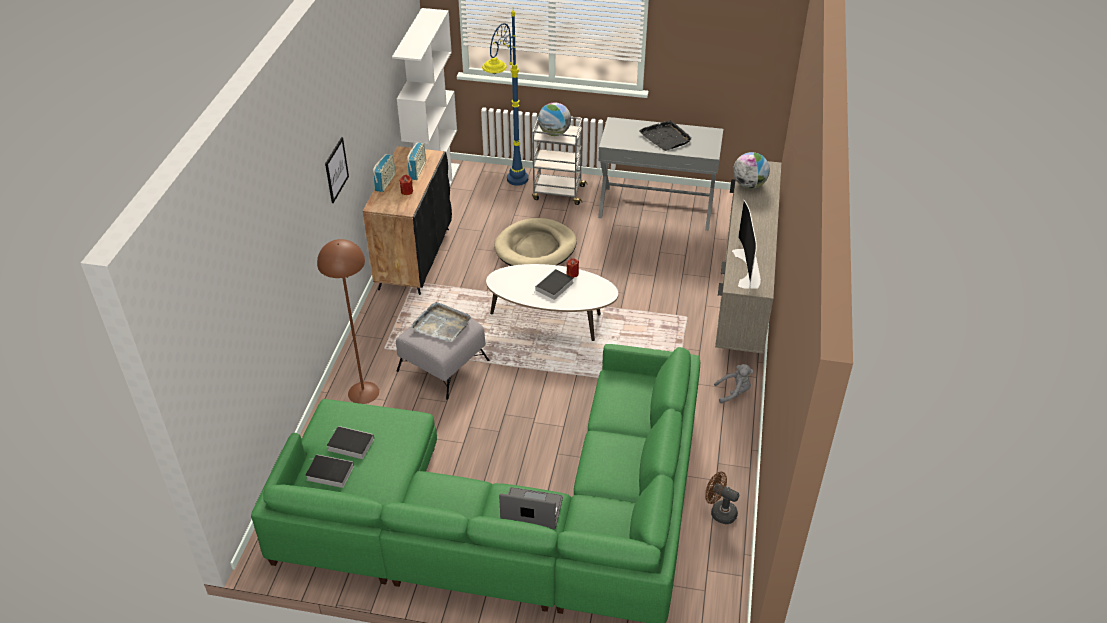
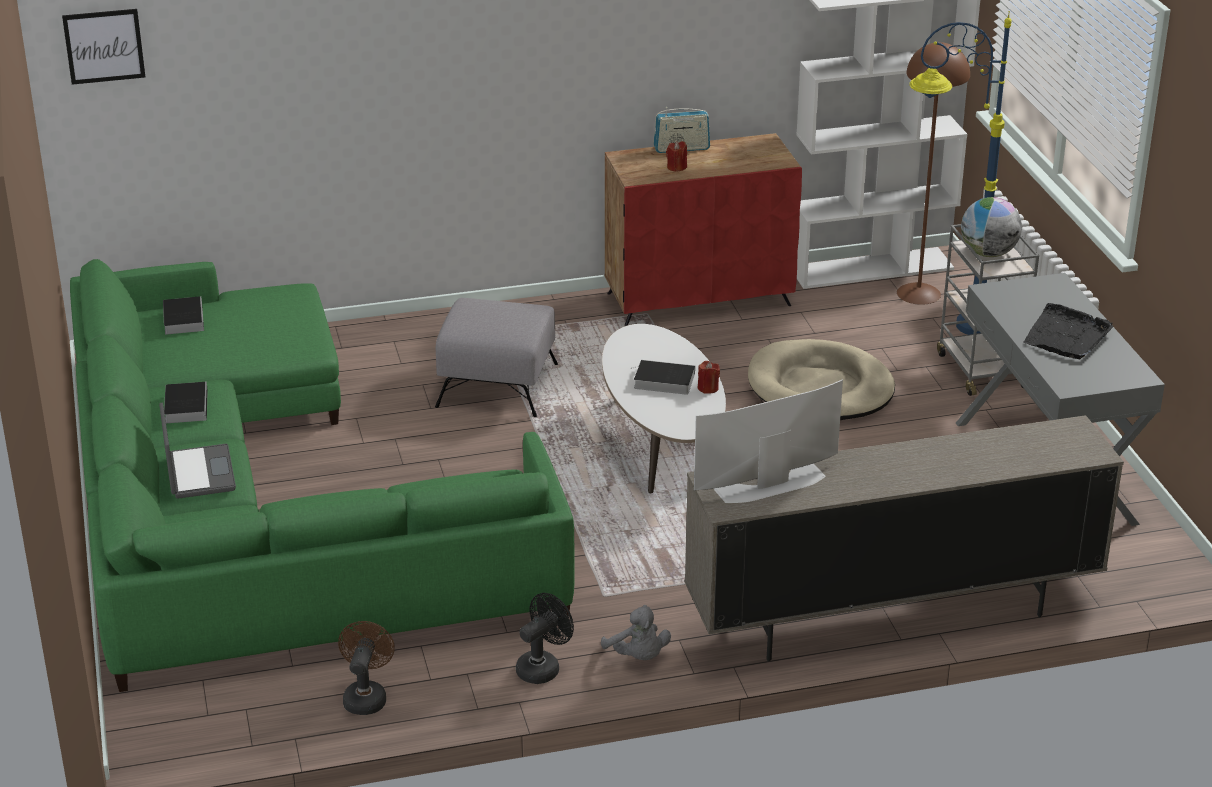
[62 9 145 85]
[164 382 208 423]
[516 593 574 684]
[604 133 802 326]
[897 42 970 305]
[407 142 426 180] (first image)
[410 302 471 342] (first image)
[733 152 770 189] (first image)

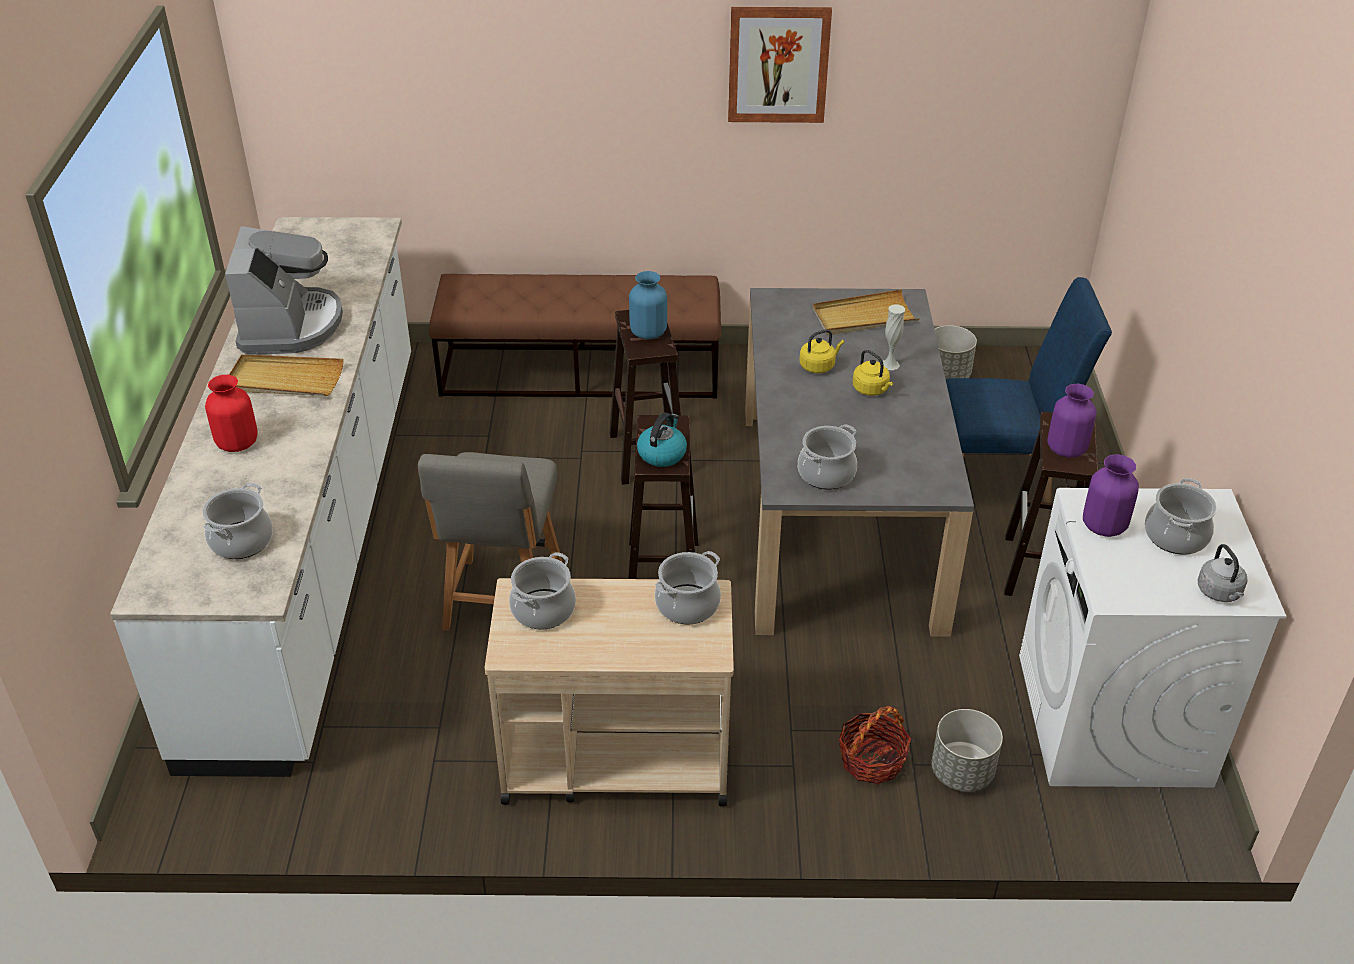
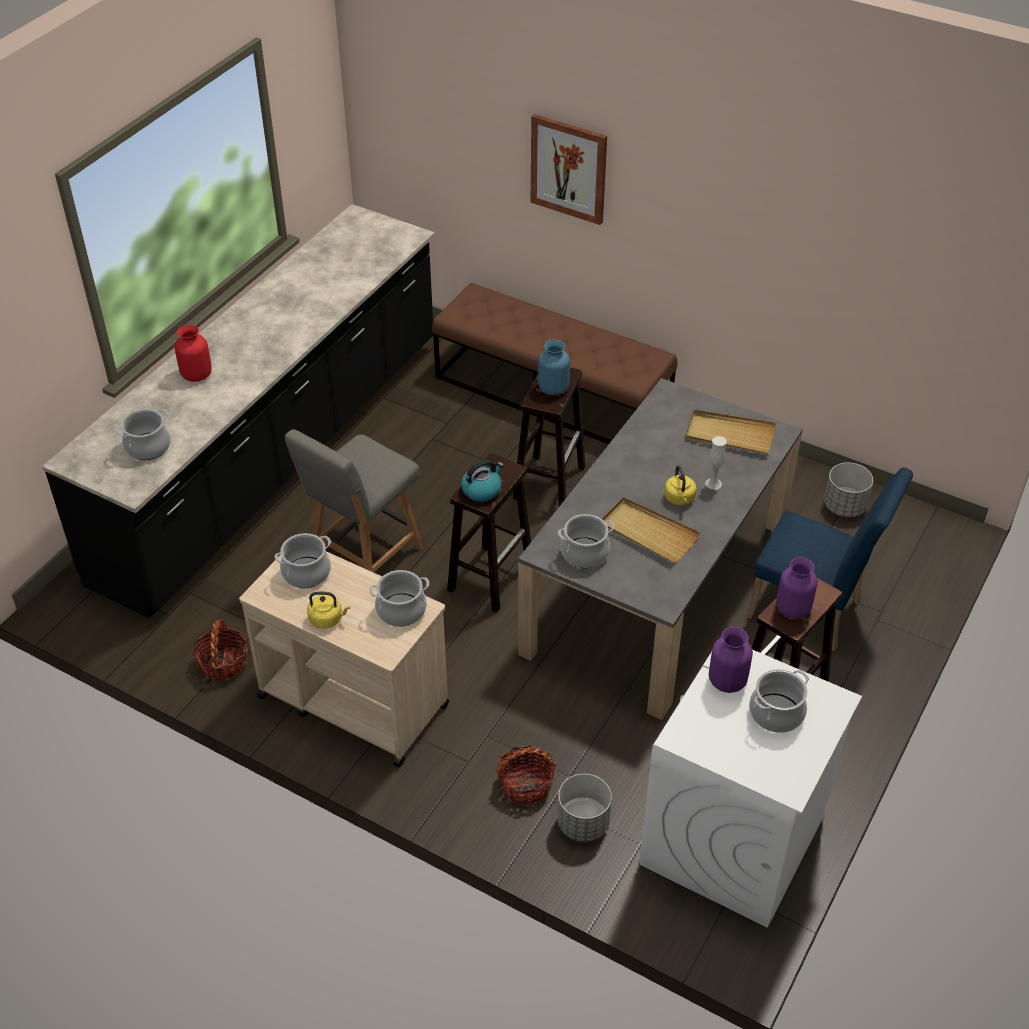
[42 204 435 618]
[193 619 248 681]
[307 592 350 629]
[531 114 607 225]
[602 497 700 563]
[225 226 343 355] (first image)
[1198 544 1247 602] (first image)

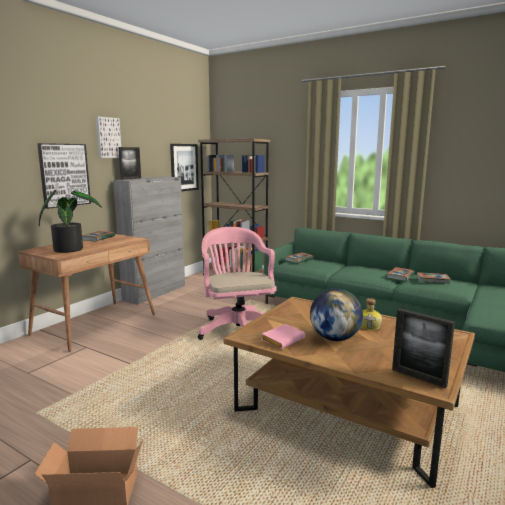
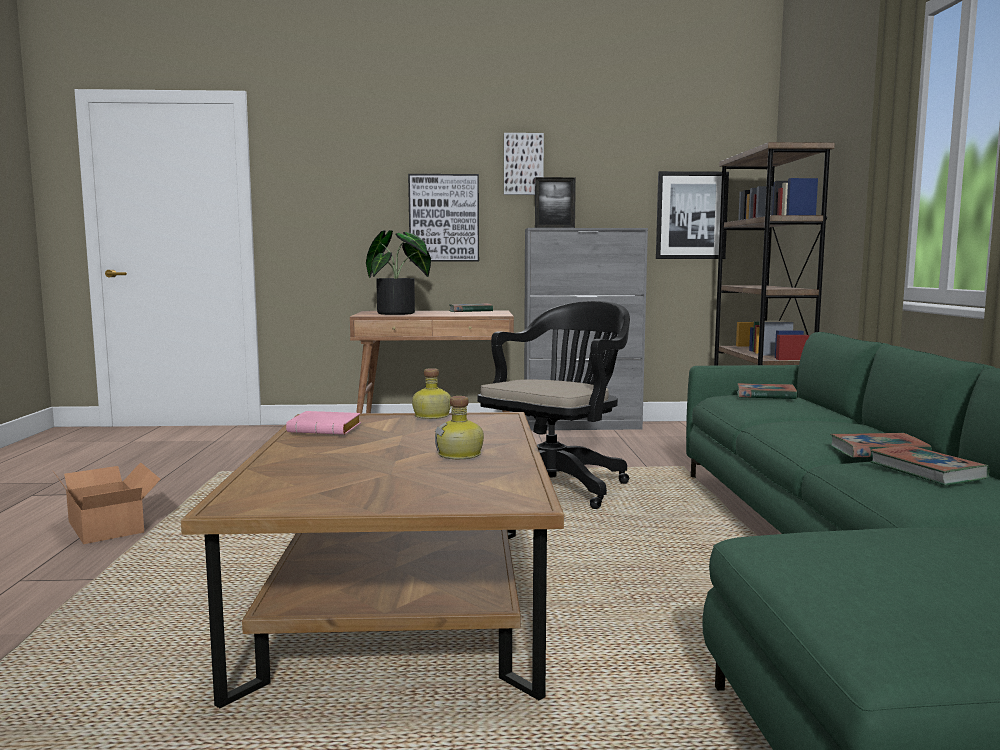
[412 368 451 419]
[477 301 630 509]
[310 289 363 341] (first image)
[392 308 455 388] (first image)

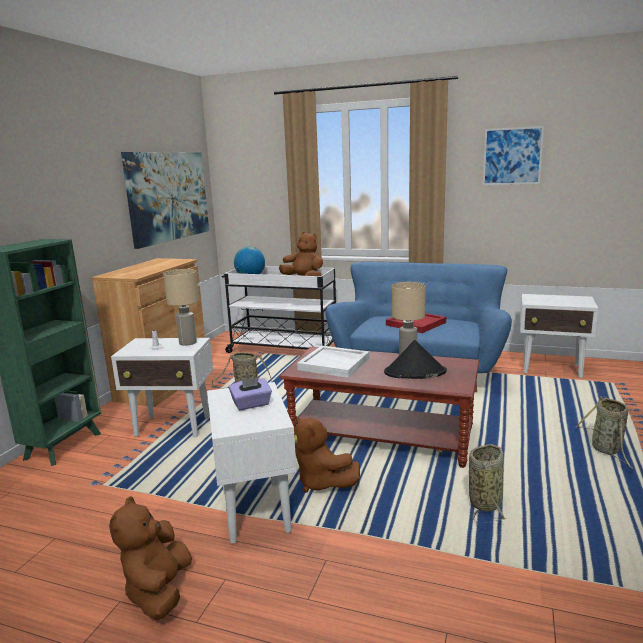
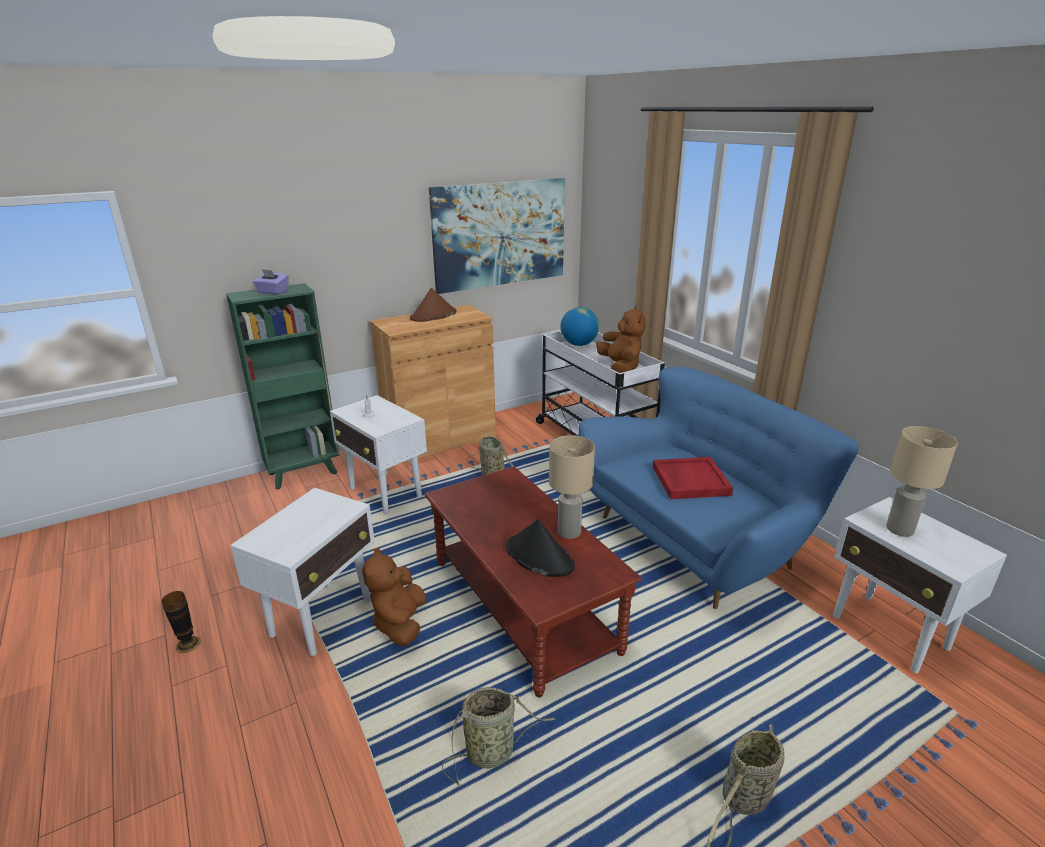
[161 591 201 653]
[253 269 289 295]
[410 288 457 322]
[886 426 958 537]
[297 345 369 378] (first image)
[483 126 544 185] (first image)

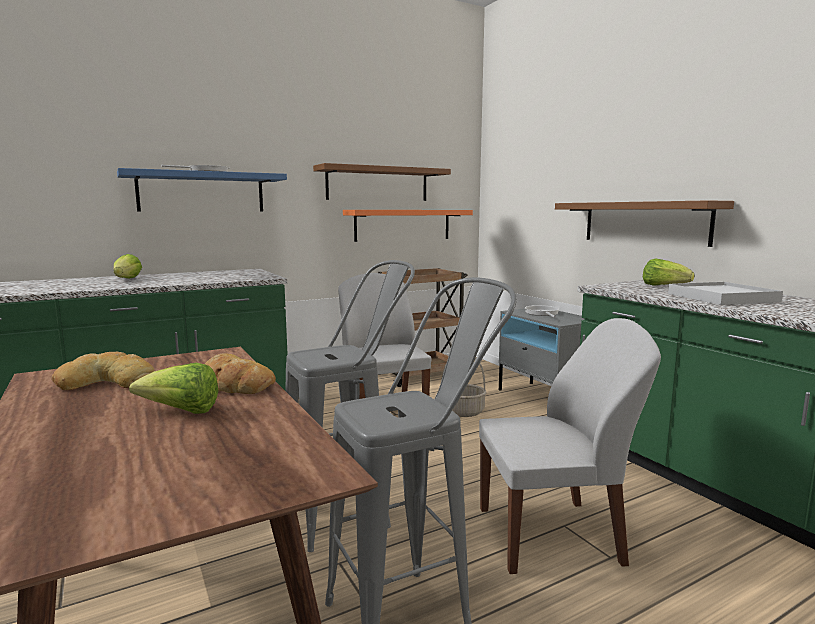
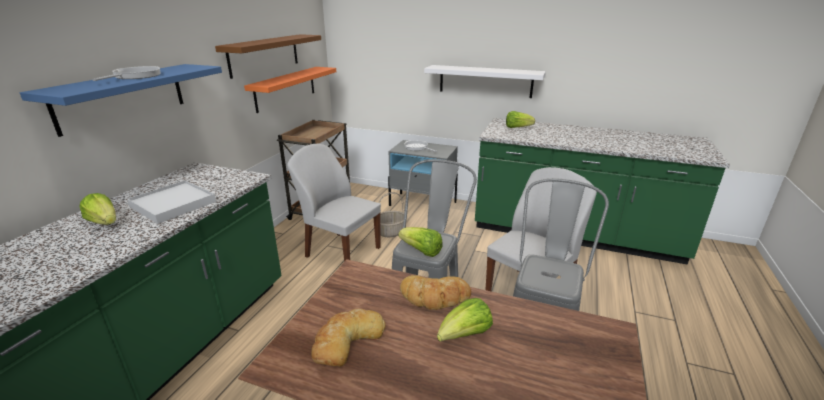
[127 180 216 224]
[399 227 442 257]
[424 65 546 98]

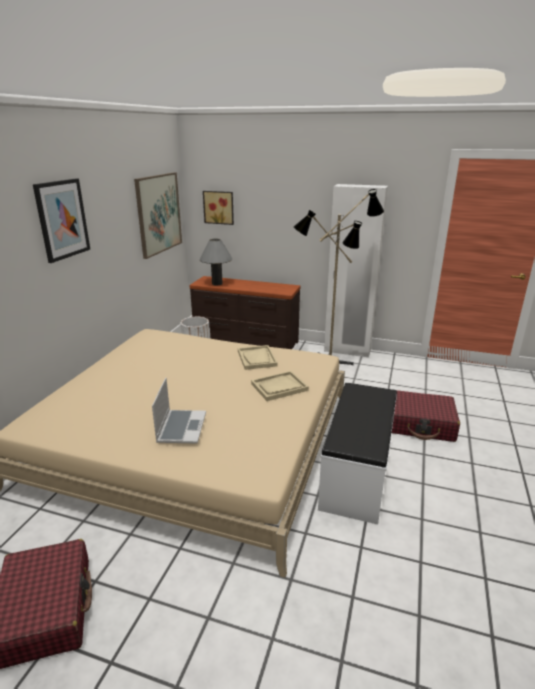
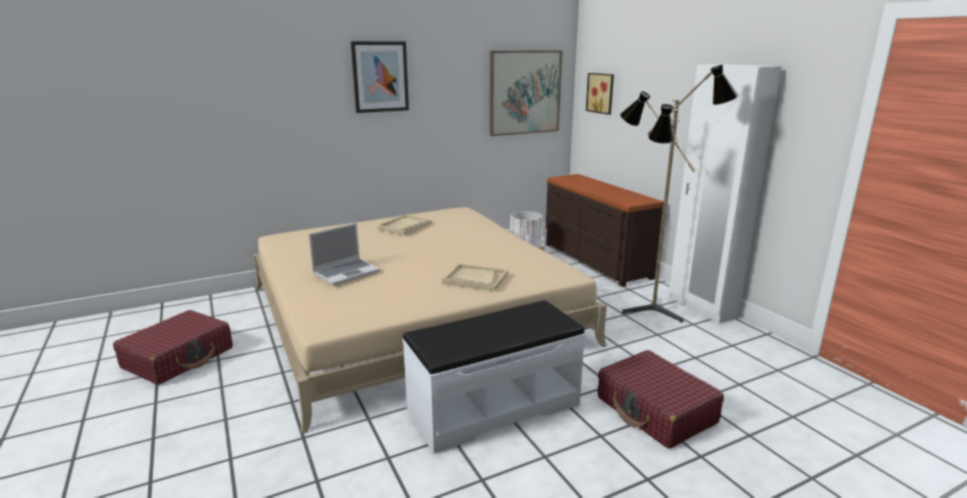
[377 215 431 235]
[200 239 232 285] (first image)

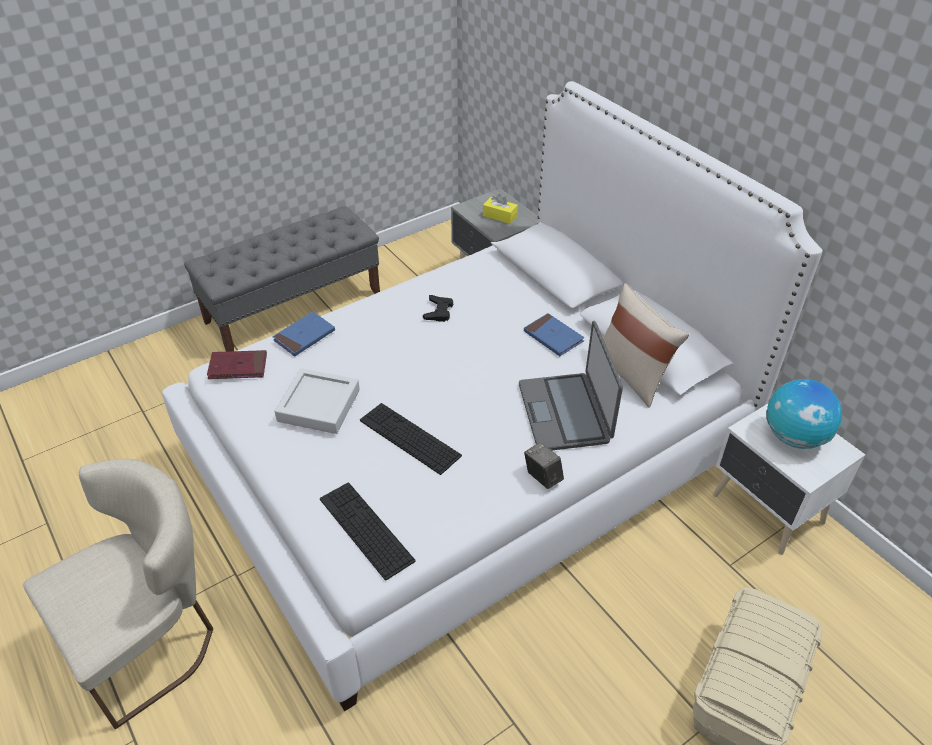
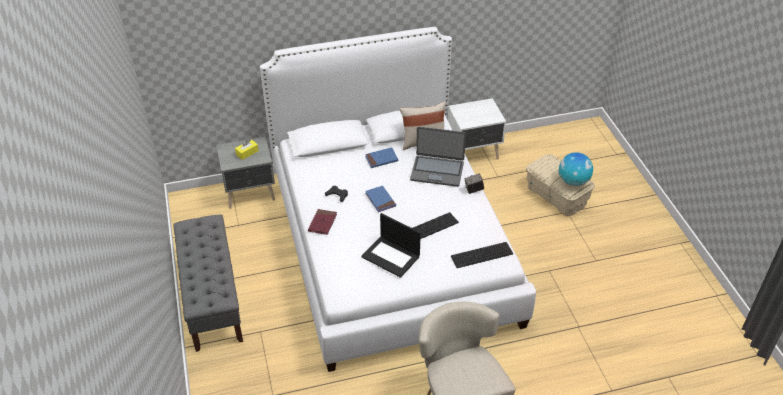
[308 209 337 235]
[361 213 421 278]
[365 186 396 212]
[559 153 593 186]

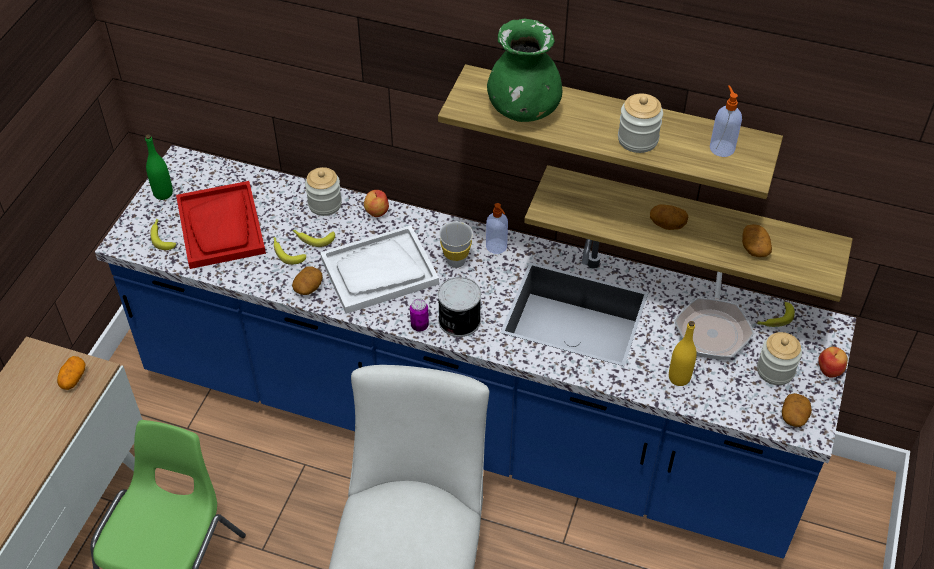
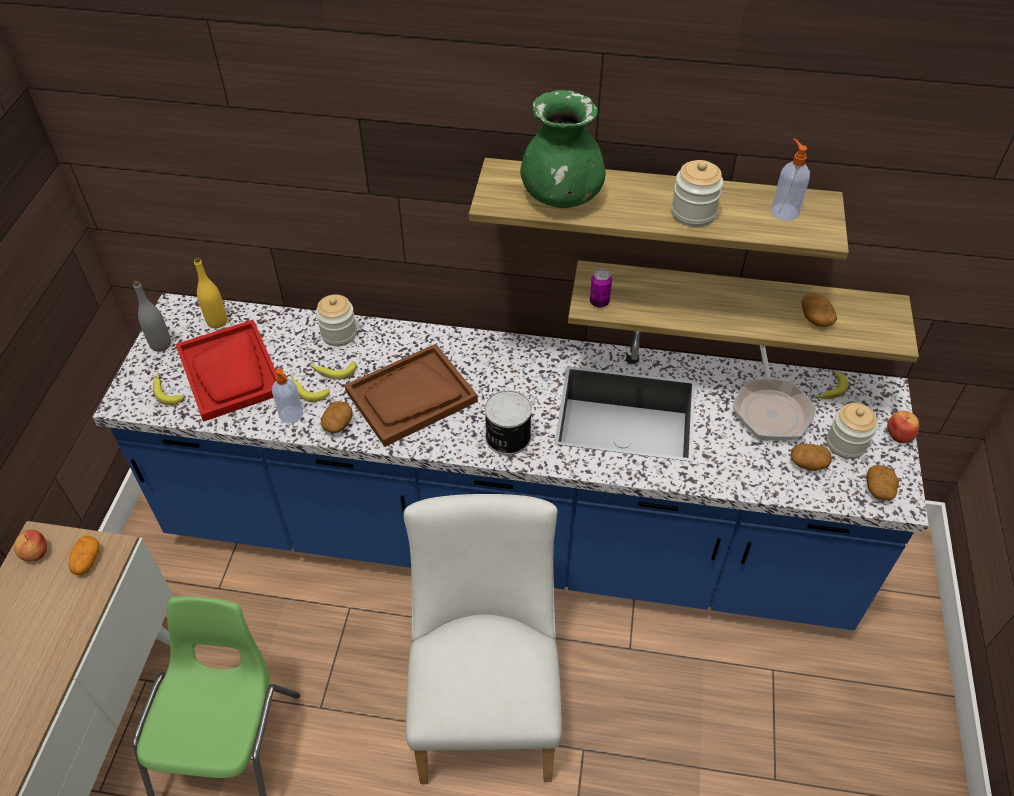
[14 530 47 562]
[133 281 171 352]
[194 258 227 328]
[272 368 303 424]
[345 344 478 447]
[590 269 612 308]
[791 444 831 471]
[439 221 473 268] (first image)

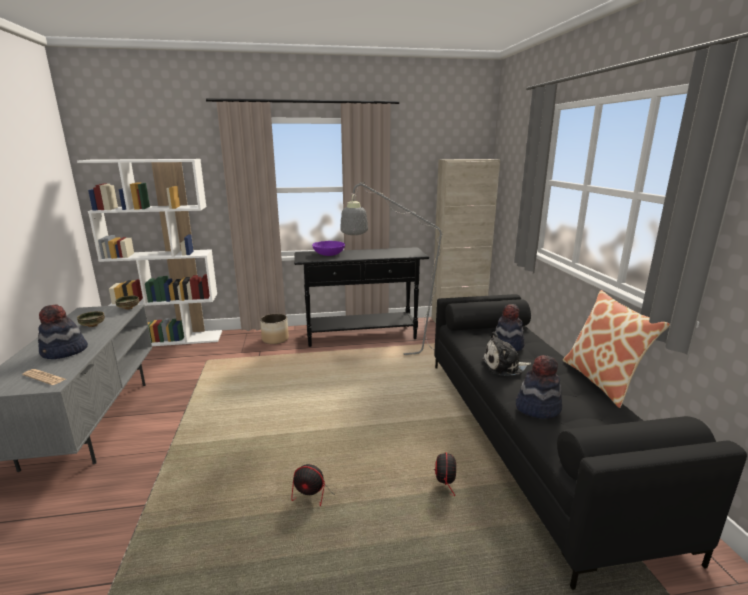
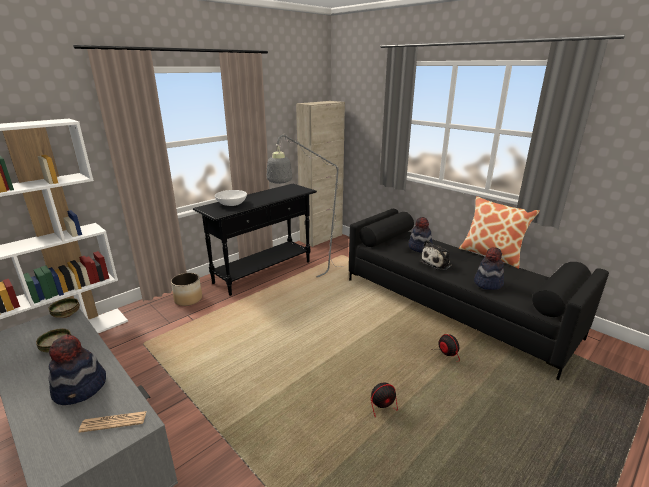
[215 190 247 206]

